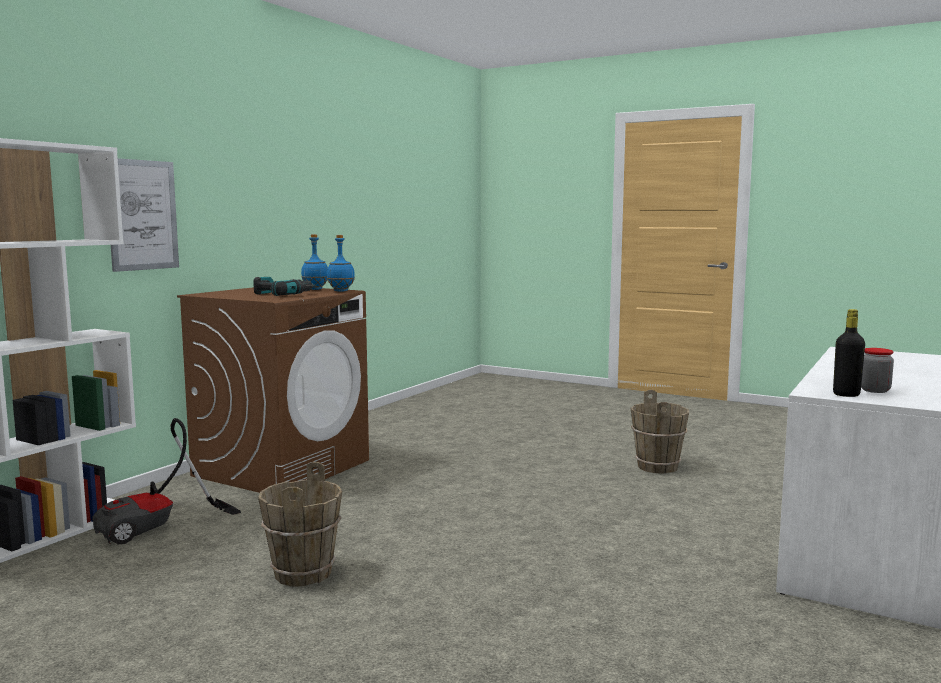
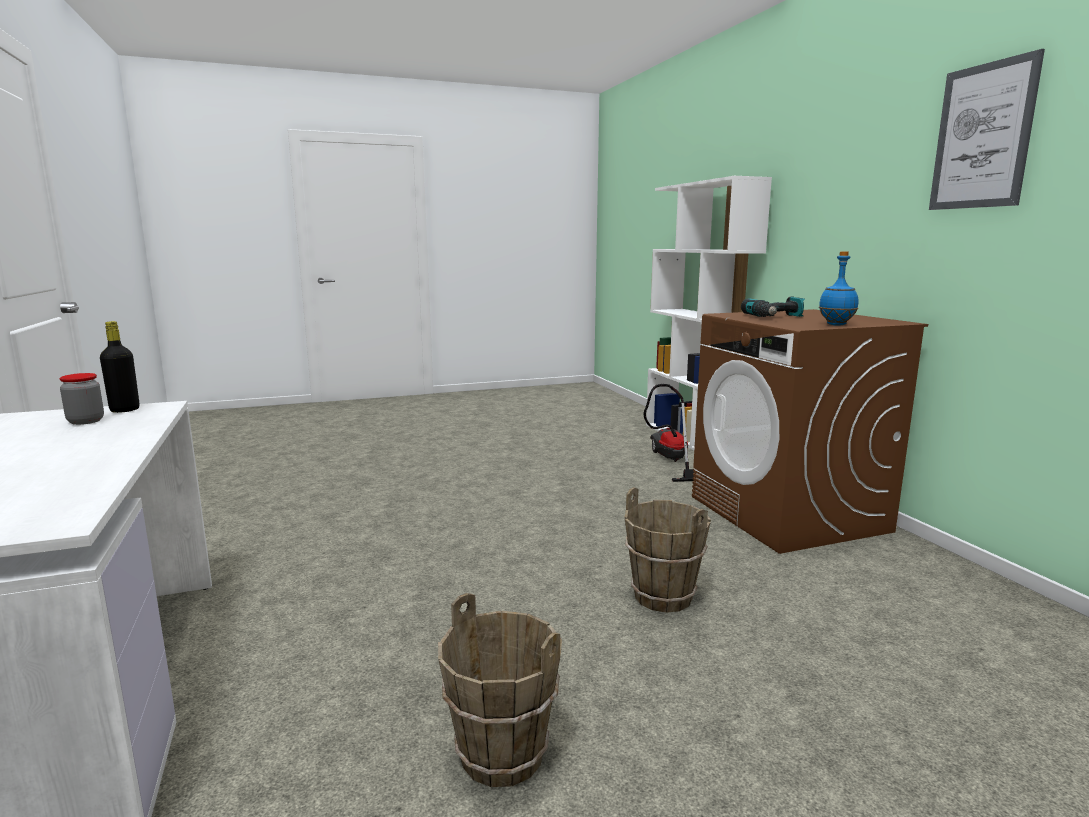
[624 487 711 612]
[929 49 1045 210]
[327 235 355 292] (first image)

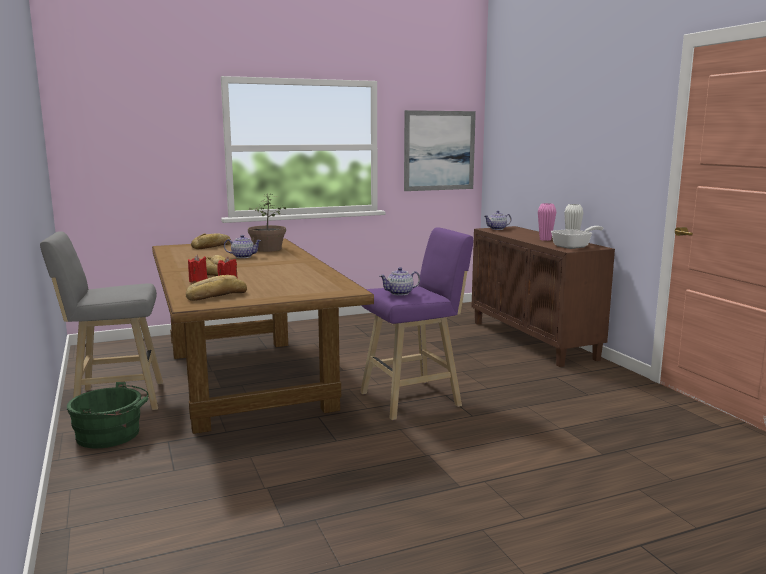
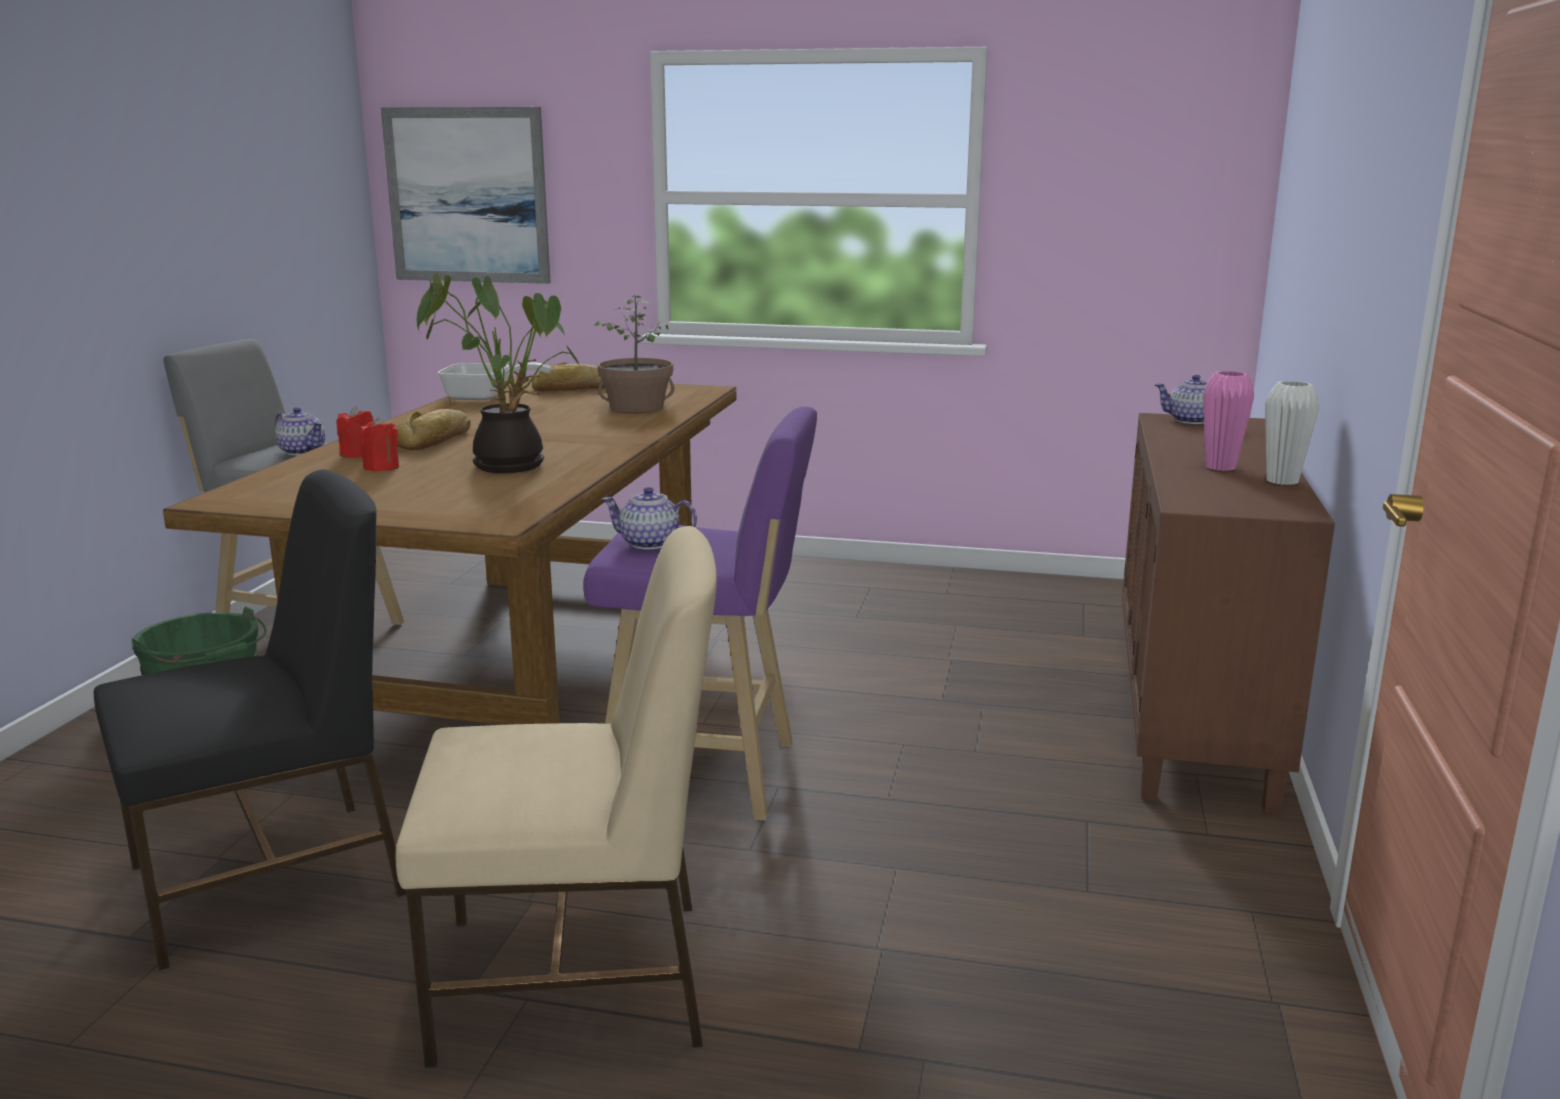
[94 469 407 970]
[275 407 325 455]
[381 107 551 284]
[396 526 717 1068]
[416 273 582 473]
[437 363 551 400]
[186 275 247 301] (first image)

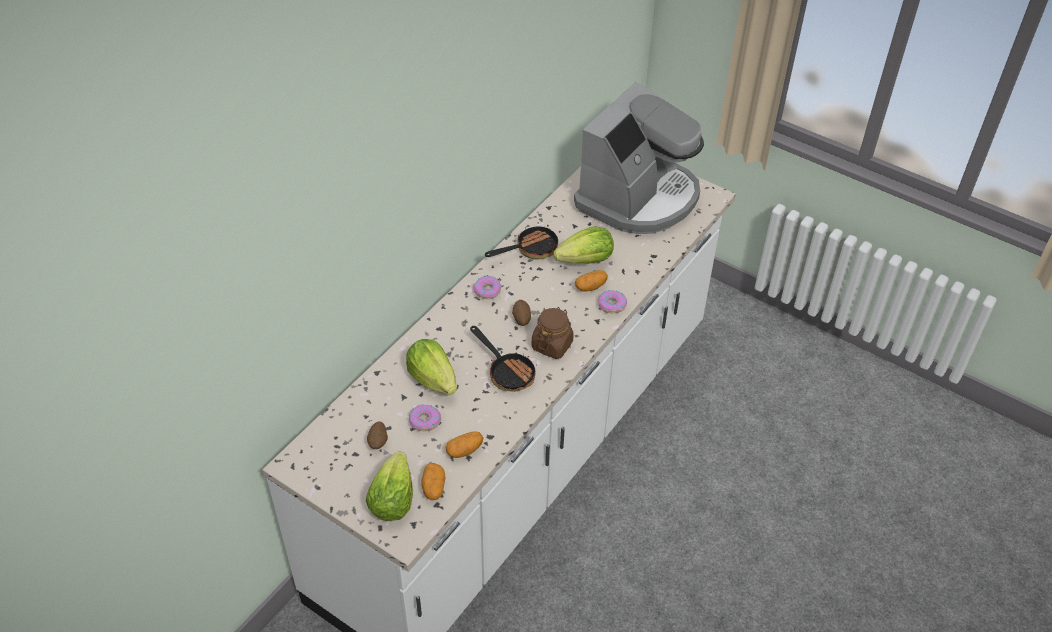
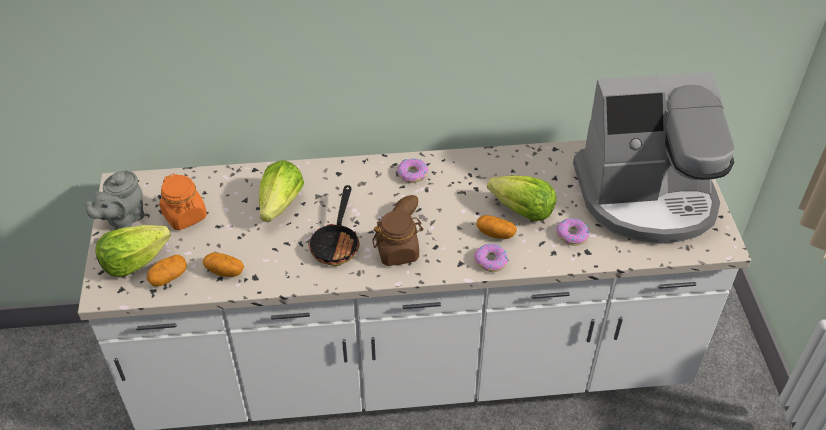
[85 169 144 230]
[159 173 207 230]
[556 218 589 246]
[485 225 558 259] (first image)

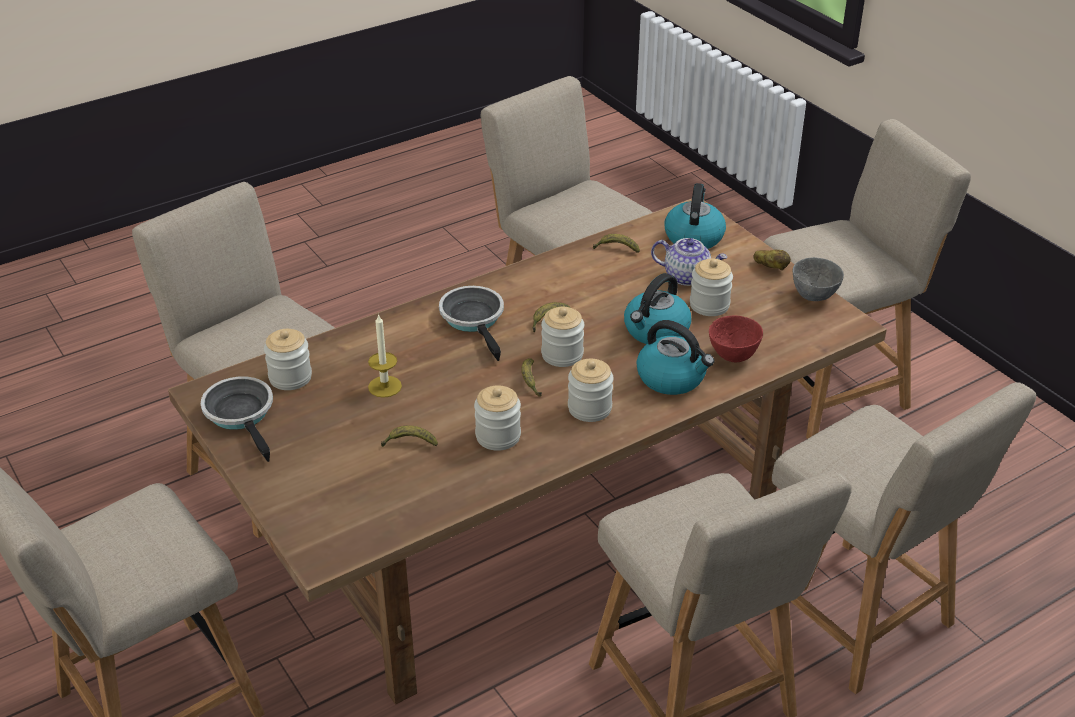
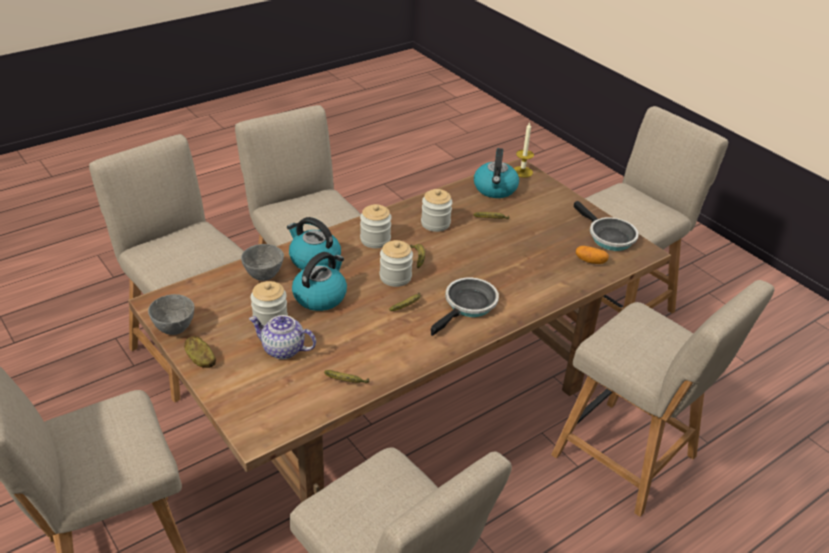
[241 244 284 281]
[431 278 499 336]
[474 148 519 198]
[514 122 534 178]
[576 246 609 264]

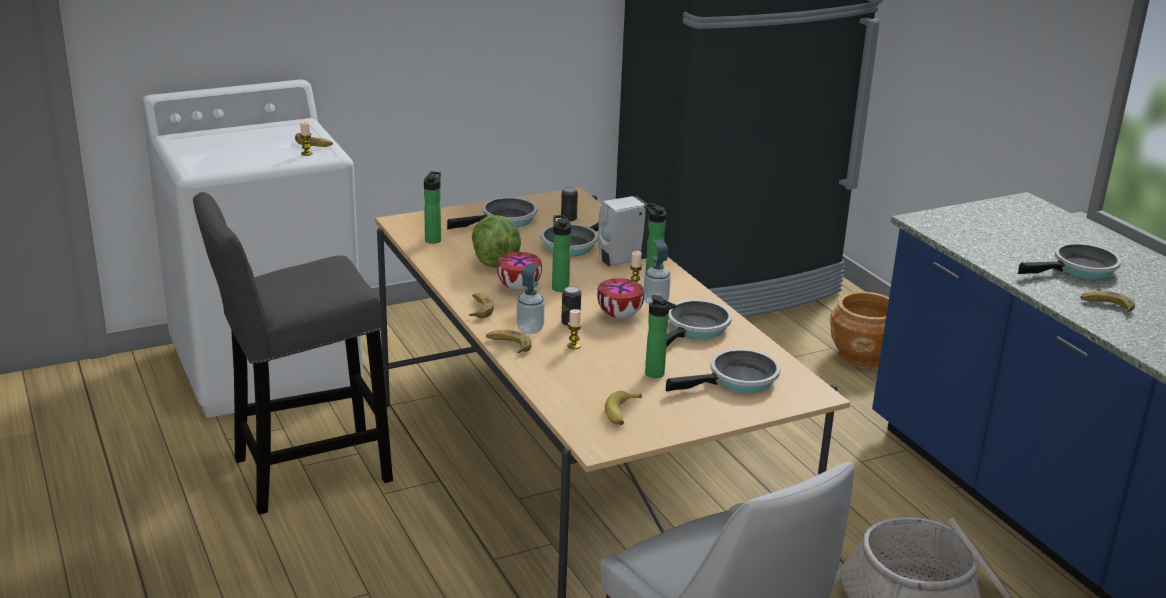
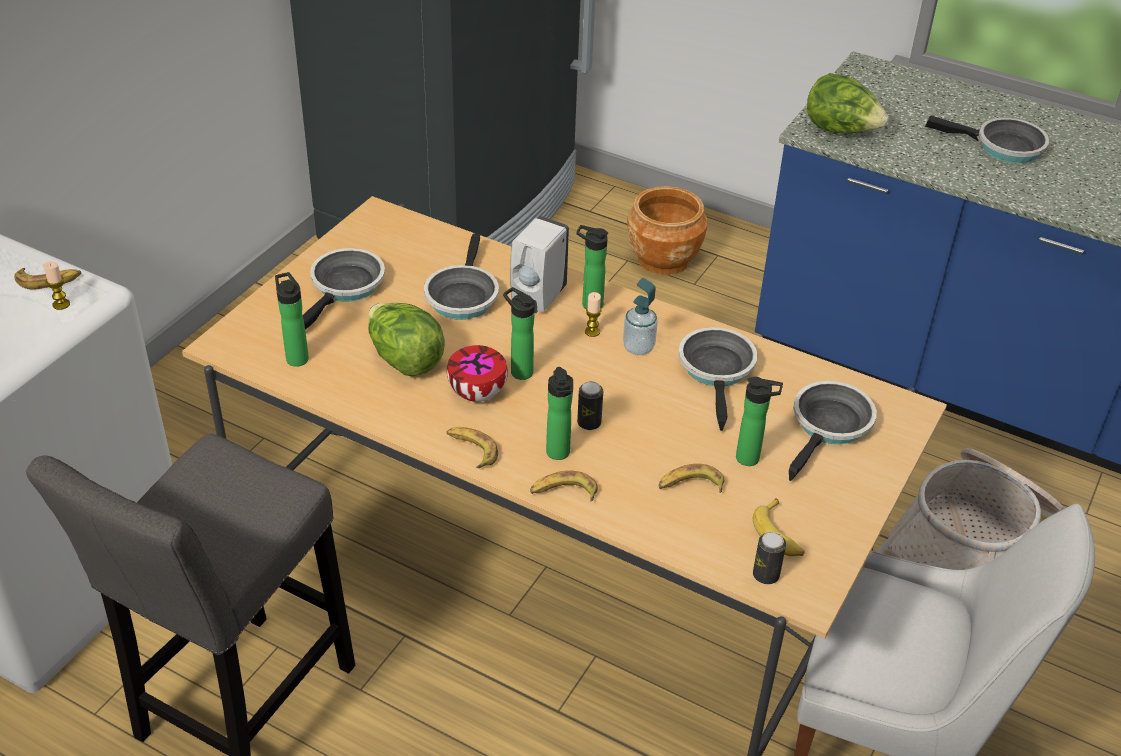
[546 367 573 460]
[658 464 724 493]
[753 532 786 584]
[807 73 889 134]
[925 115 1049 163]
[567 309 582 349] (first image)
[597 278 644 318] (first image)

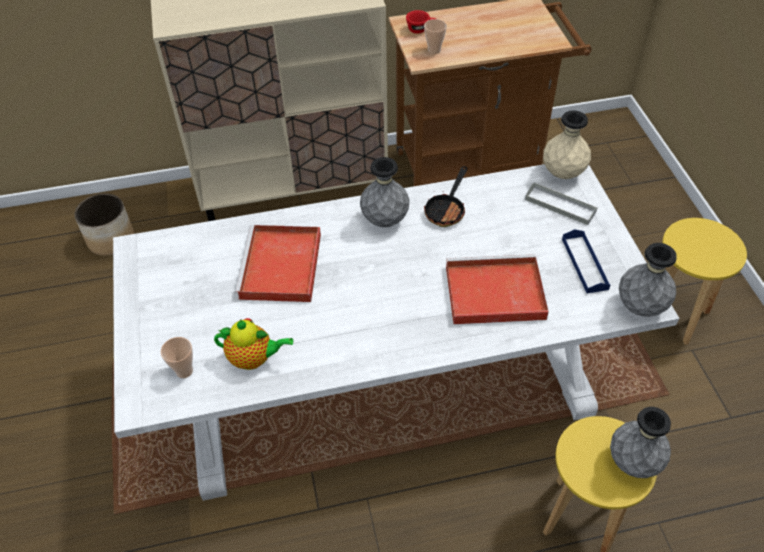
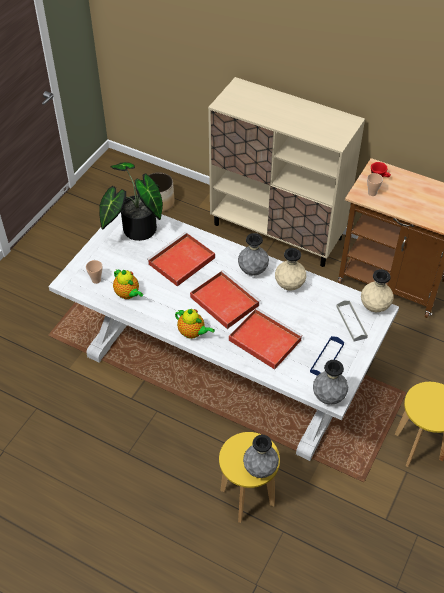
[99 162 163 241]
[175 309 215 339]
[190 270 261 329]
[275 248 306 291]

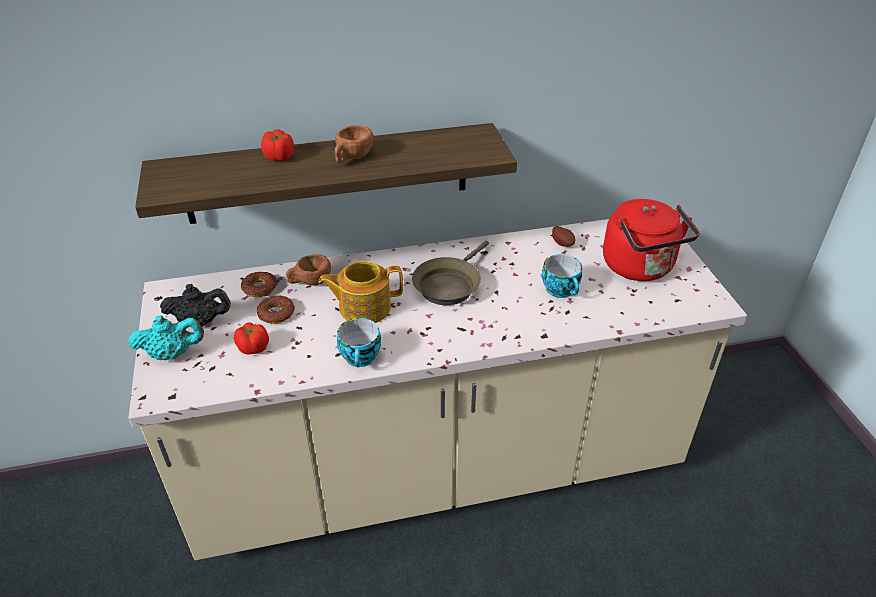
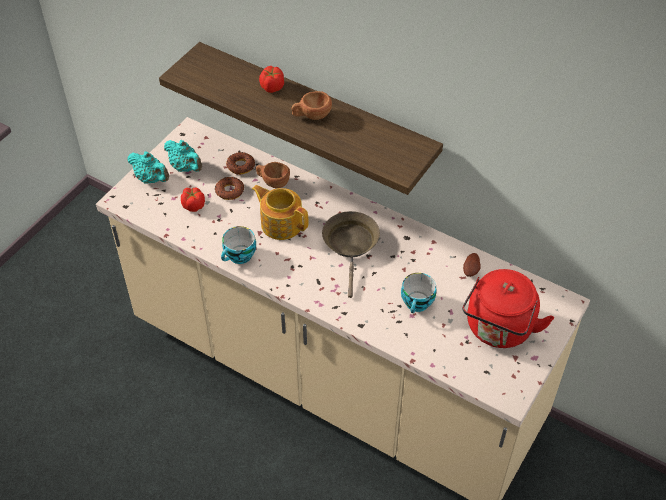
[164 140 202 172]
[322 211 380 298]

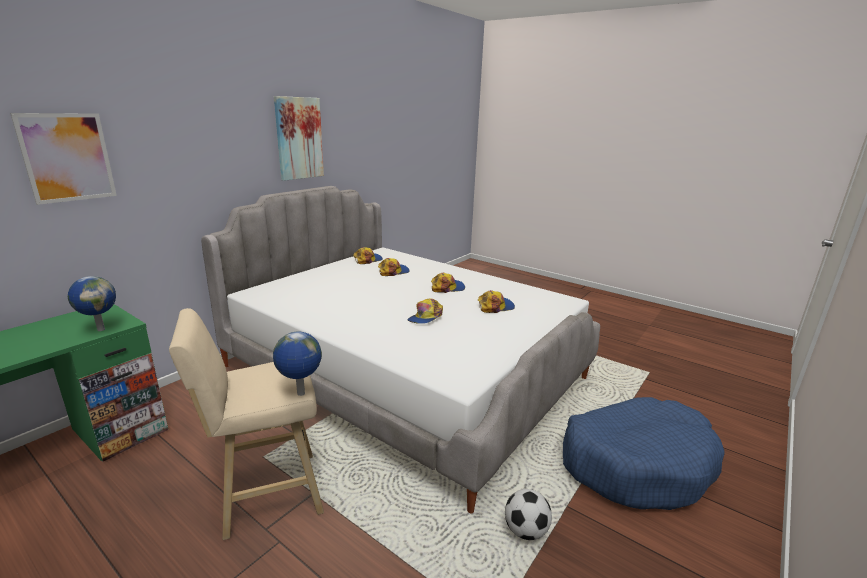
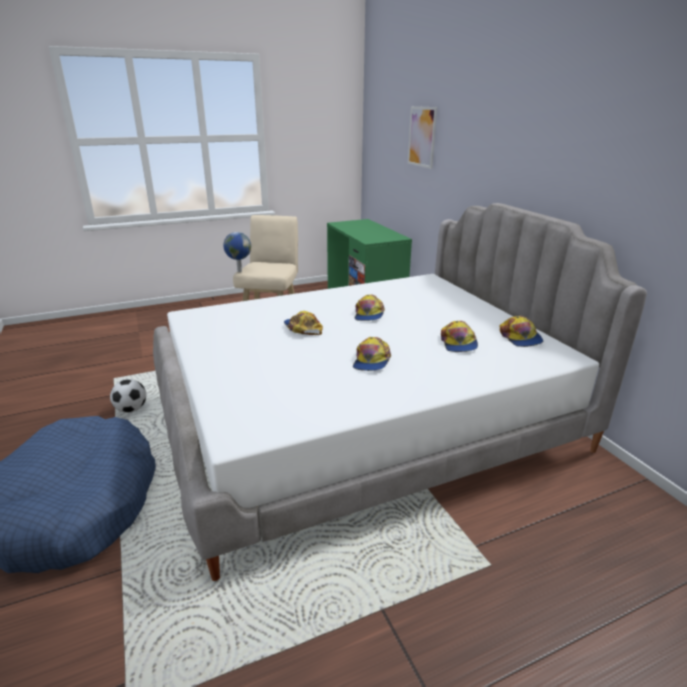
[354 295 385 321]
[68 276 116 331] (first image)
[274 96 324 181] (first image)

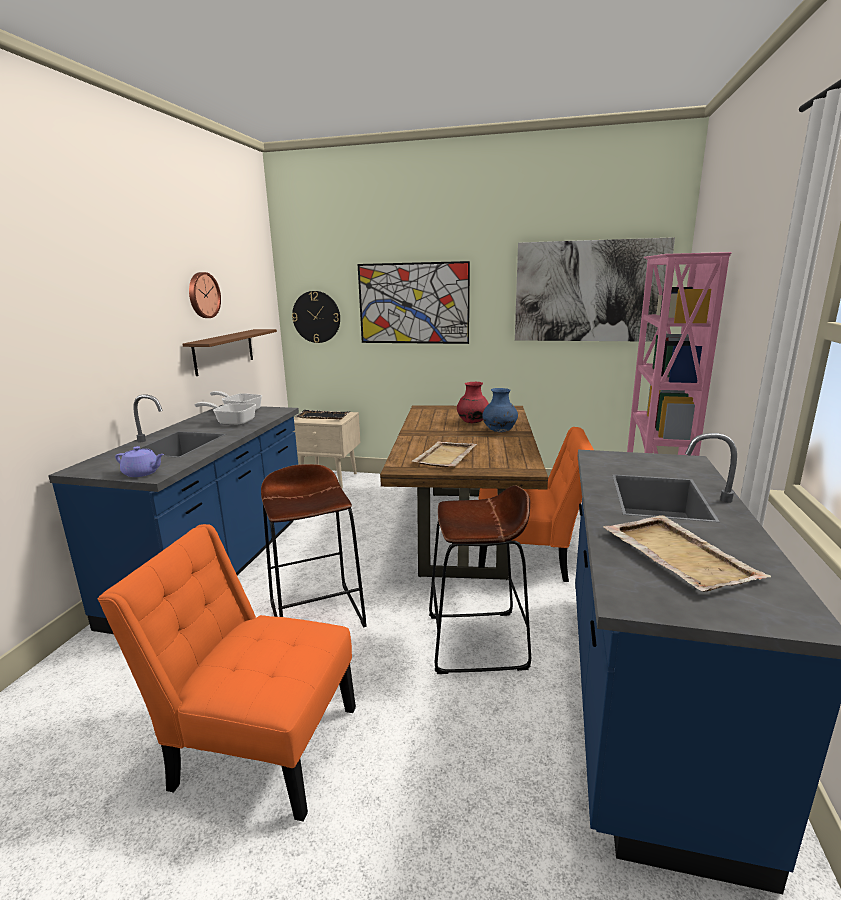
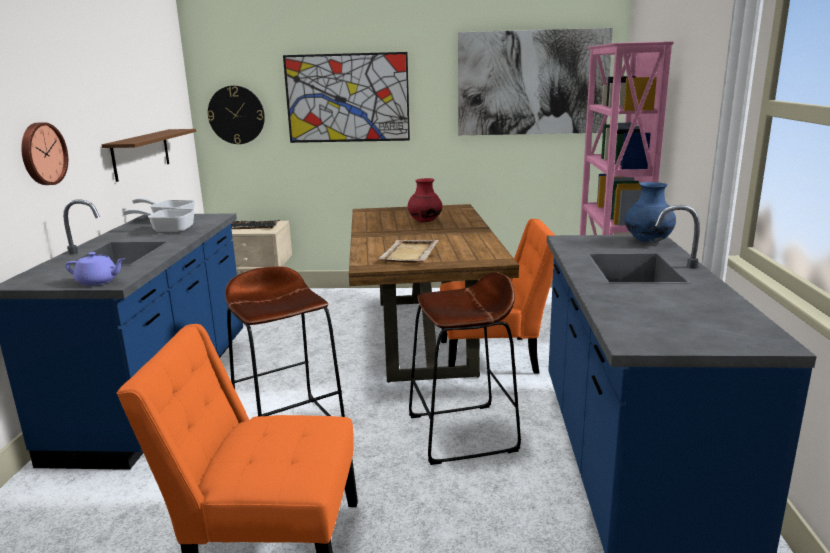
[21 122 68 185]
[625 182 676 243]
[603 515 771 592] (first image)

